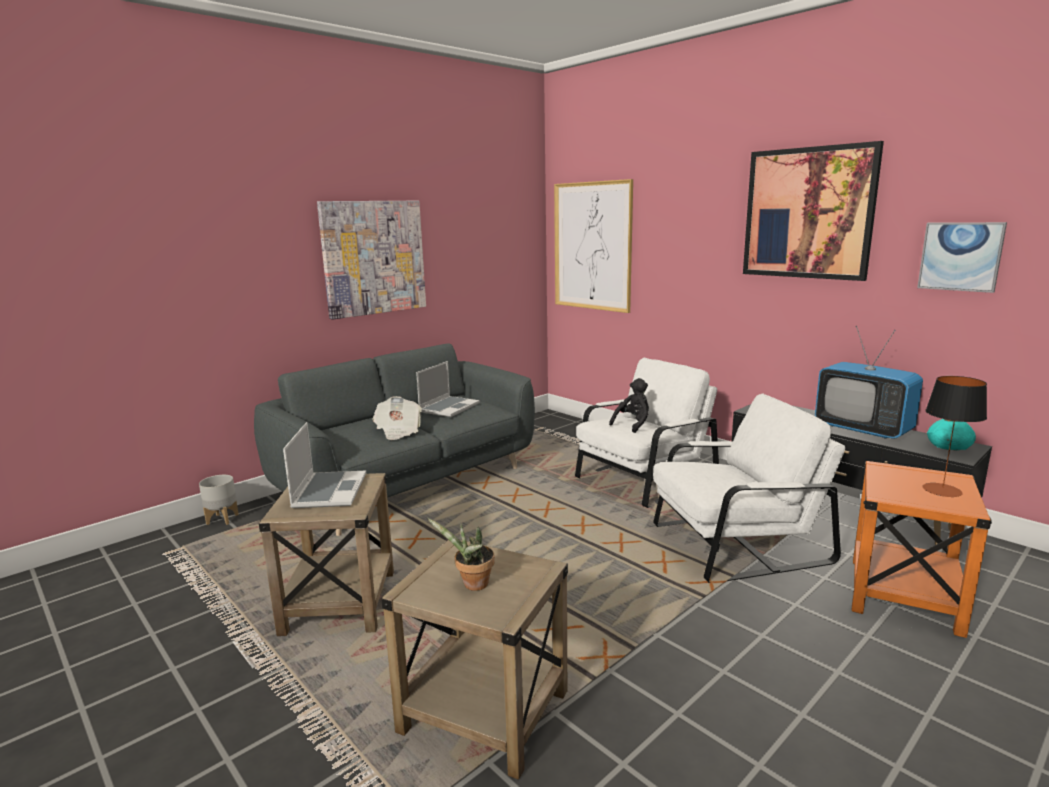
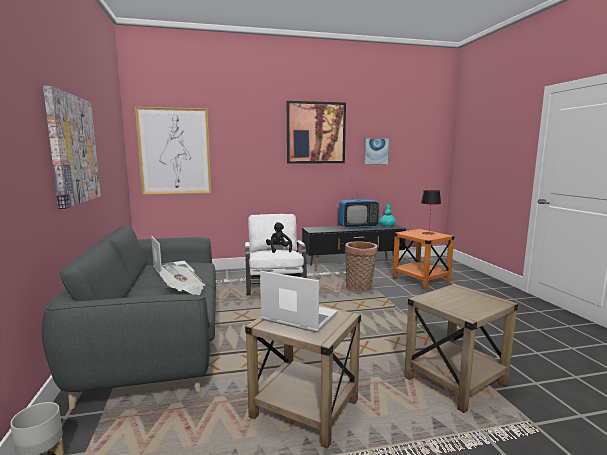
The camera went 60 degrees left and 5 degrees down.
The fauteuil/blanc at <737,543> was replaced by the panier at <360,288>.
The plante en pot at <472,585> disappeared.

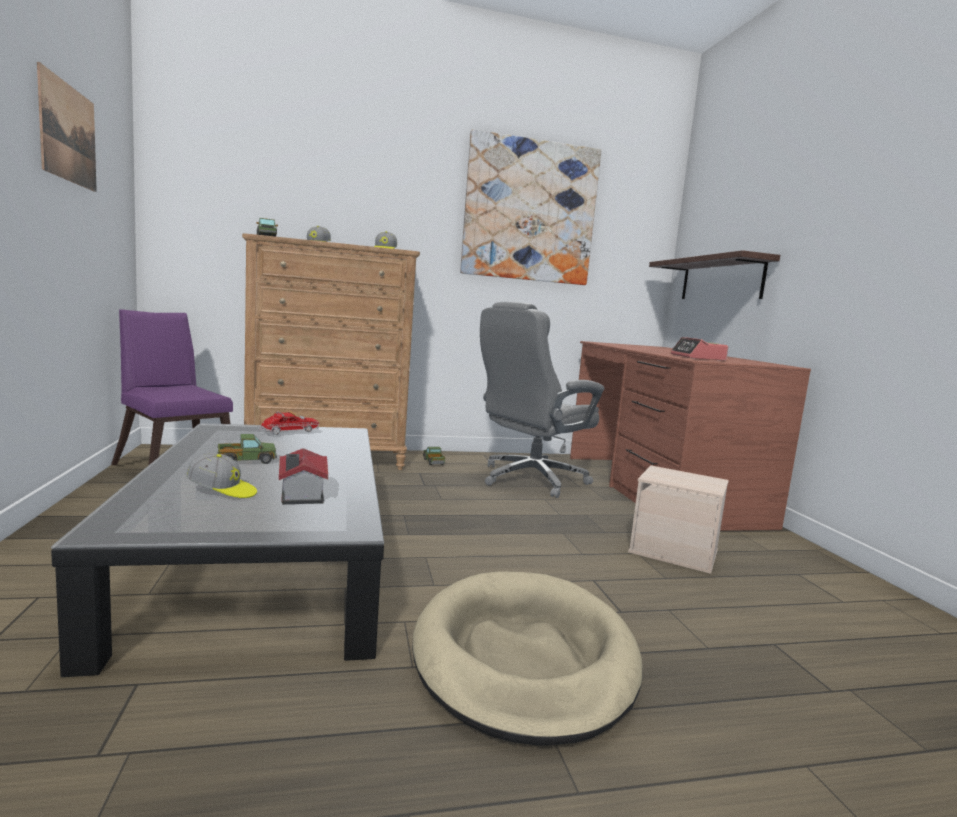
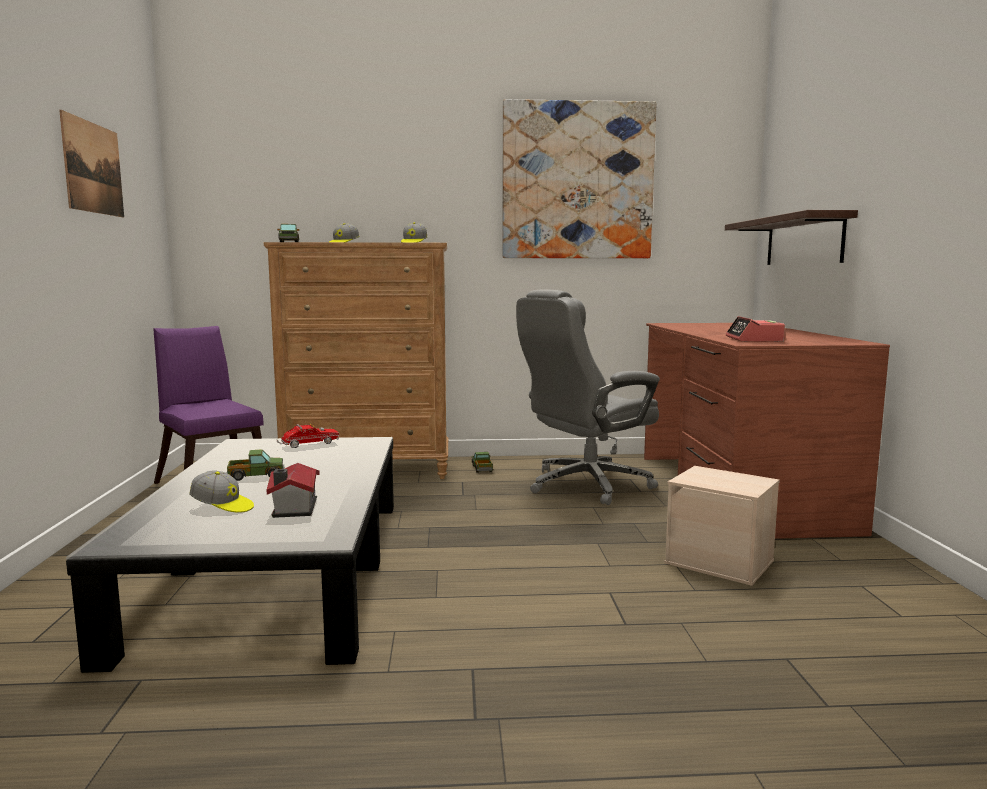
The camera went 10 degrees right and 0 degrees up.
The panier pour chien/beige at <524,657> disappeared.

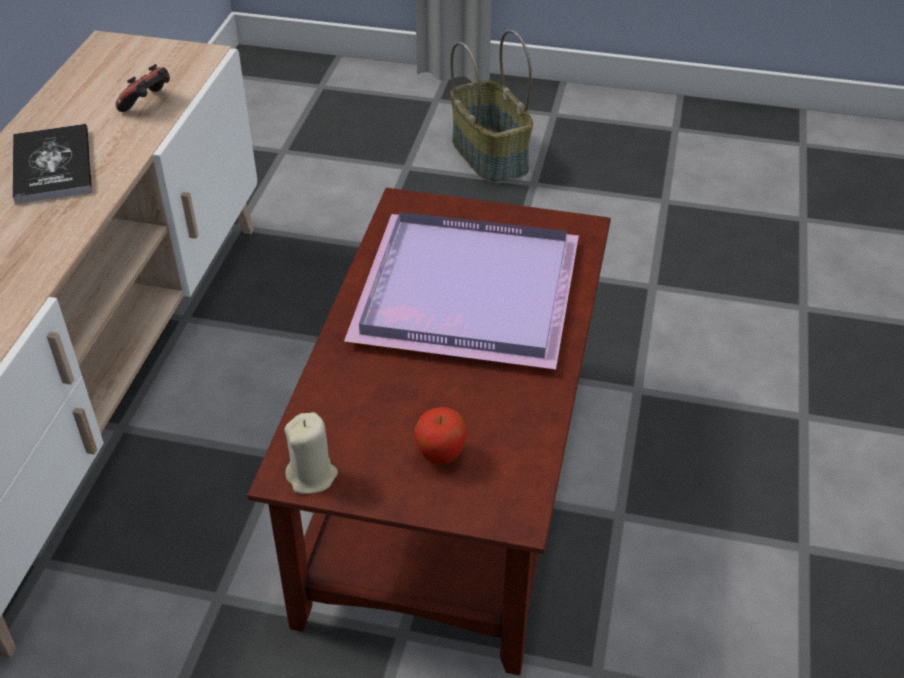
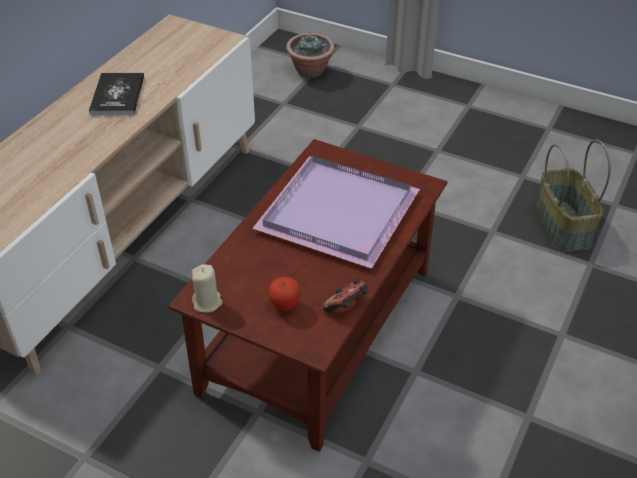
The camera went 15 degrees right and 0 degrees up.
The plante en pot at <310,71> appeared.
The manette moved from <148,104> to <347,306>.
The panier moved from <491,156> to <564,226>.

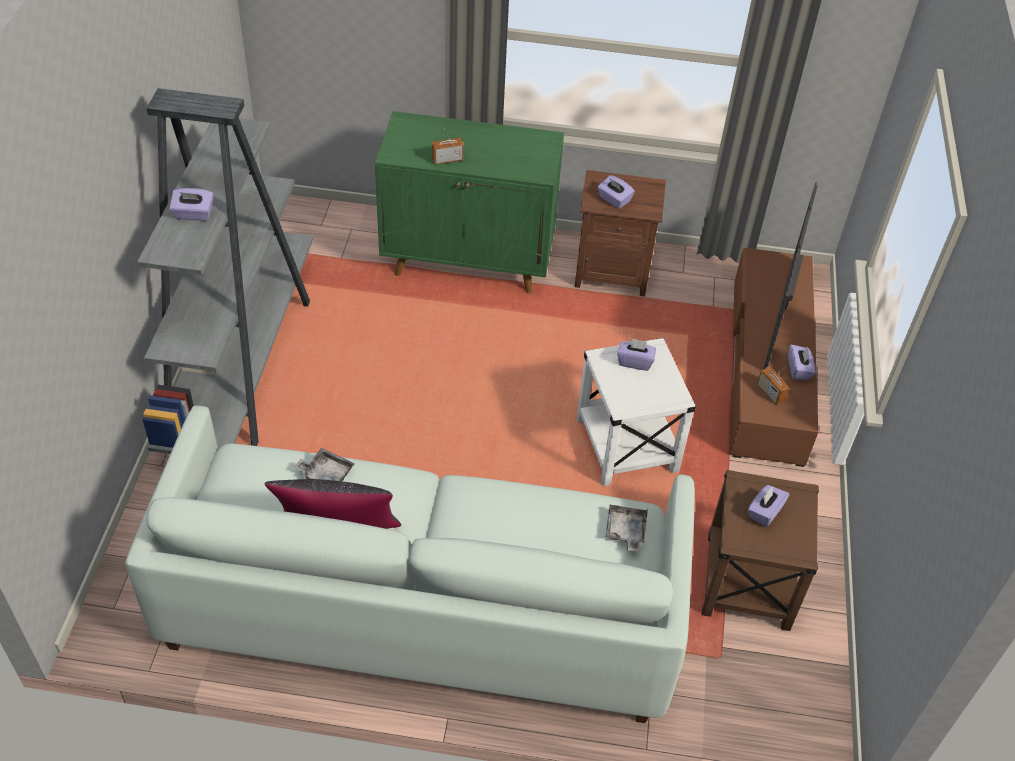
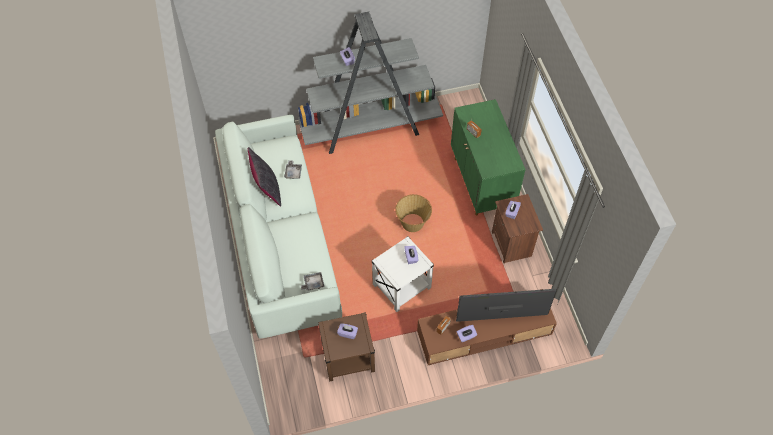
The camera went 70 degrees right and 10 degrees up.
The panier at <413,223> appeared.

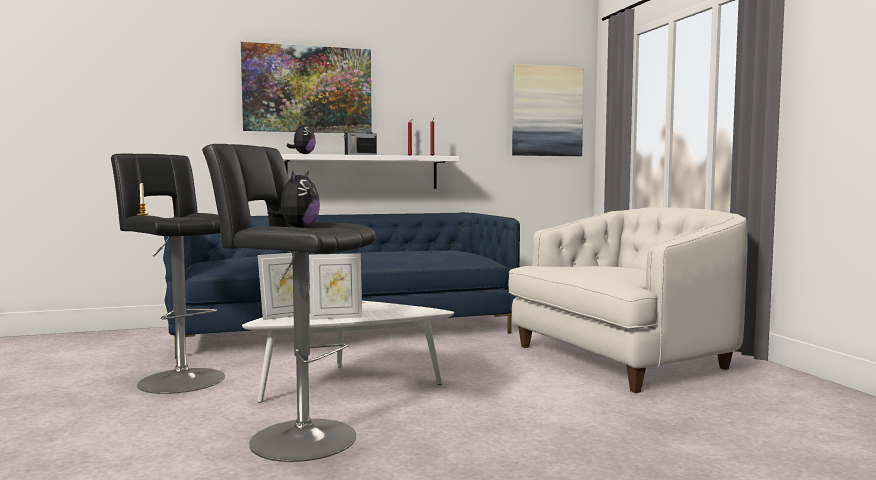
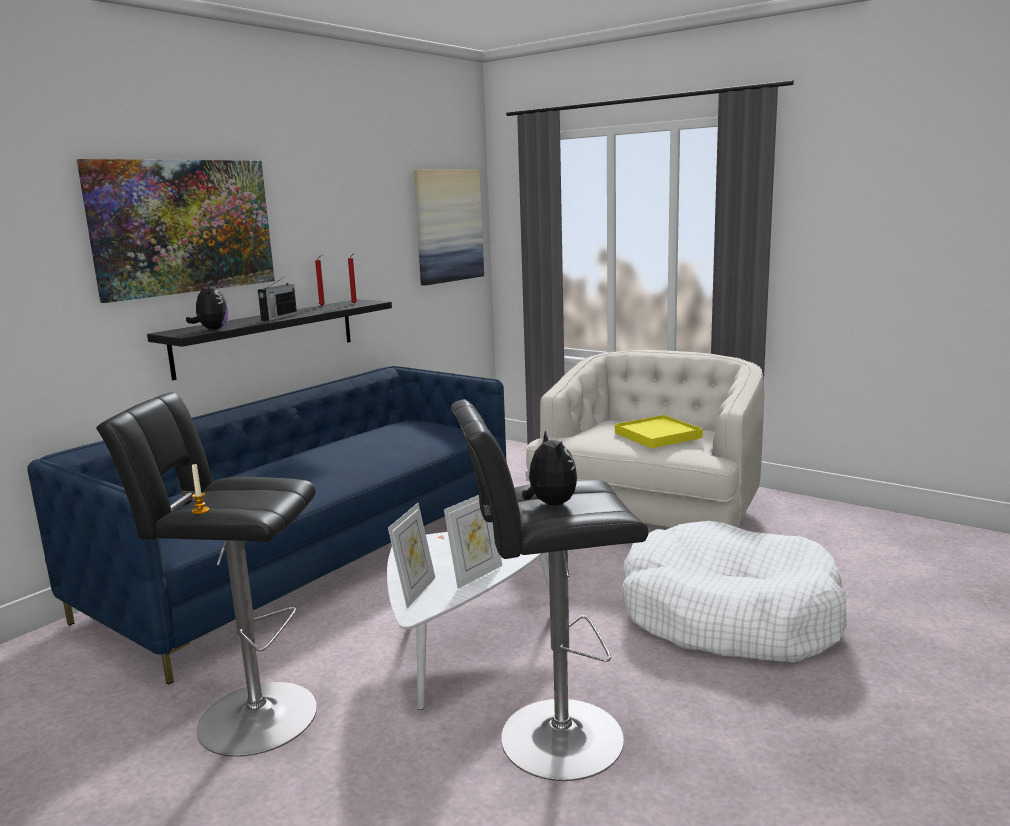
The camera went 35 degrees left and 10 degrees up.
The étagère/blanc at <363,172> became the étagère/noir at <267,337>.
The plateau/jaune at <657,435> appeared.
The panier pour chien/blanc at <728,615> appeared.

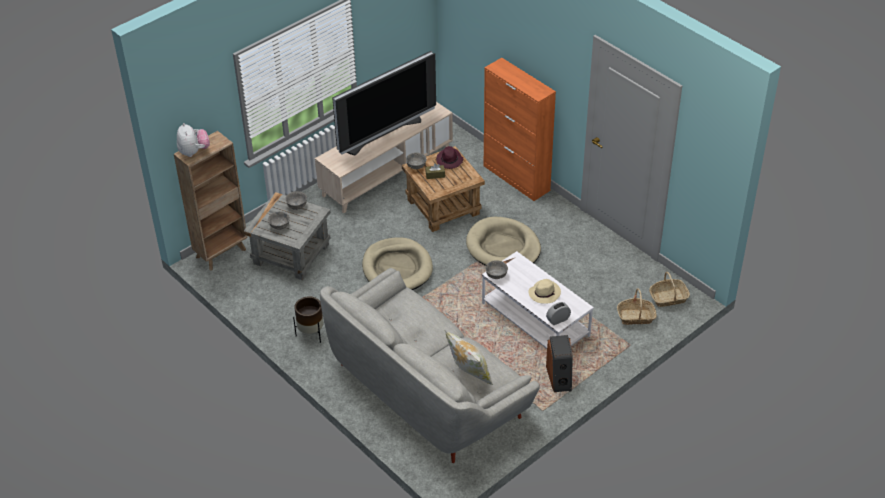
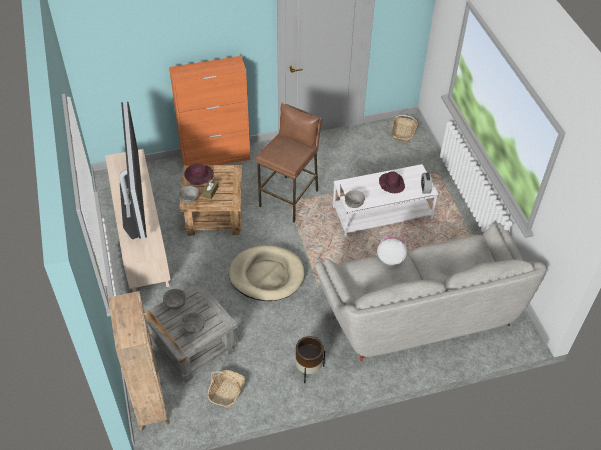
The camera went 65 degrees left and 5 degrees up.
The panier moved from <636,317> to <227,392>.
The panier pour chien/beige at <503,247> was replaced by the tabouret/marron at <289,198>.
The peluche moved from <194,152> to <391,258>.
The chapeau/beige at <544,293> became the chapeau/violet at <391,184>.
The coussin at <469,374> disappeared.
The enceinte at <559,378> disappeared.

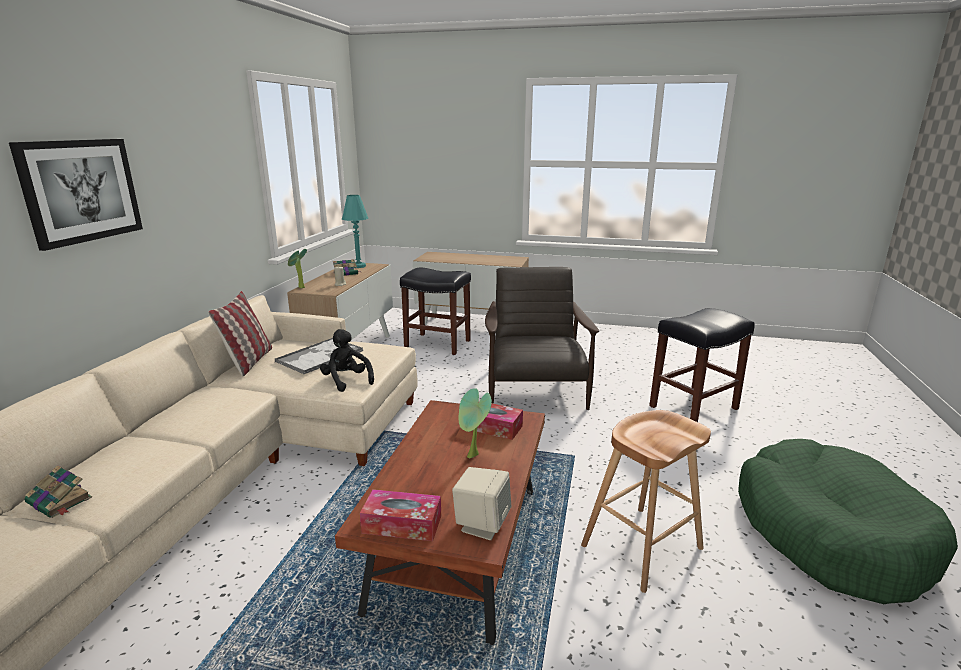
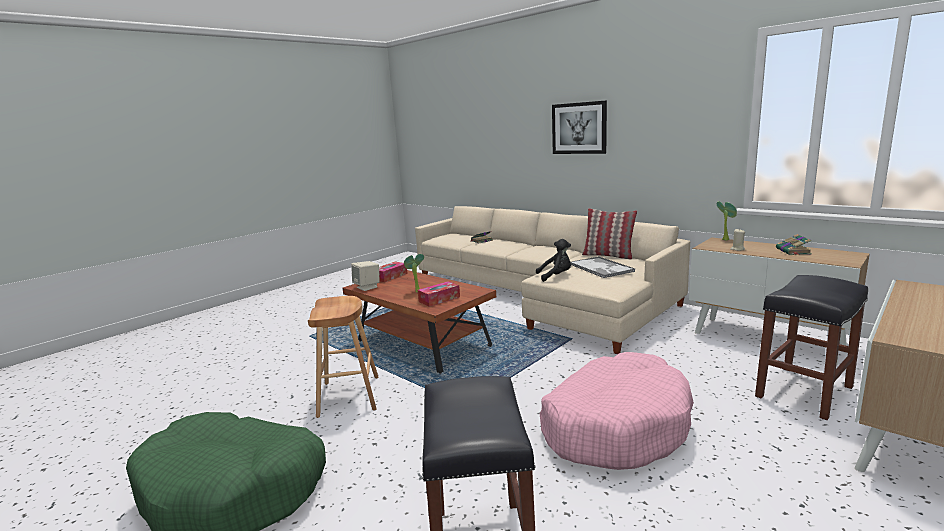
The camera went 120 degrees right and 5 degrees down.
The fauteuil/marron at <535,390> was replaced by the panier pour chien/rose at <615,426>.
The lampe de table/turquoise at <358,266> disappeared.

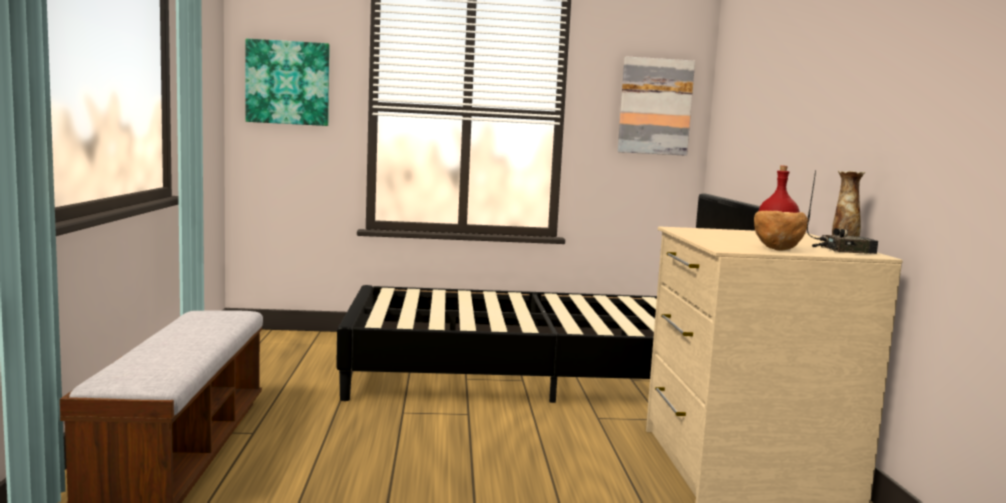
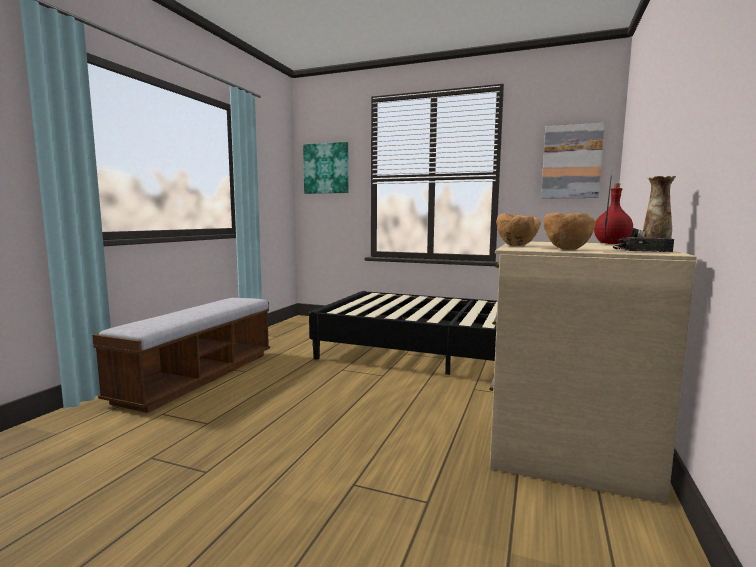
The camera went 25 degrees right and 0 degrees up.
The bol/marron at <516,246> appeared.

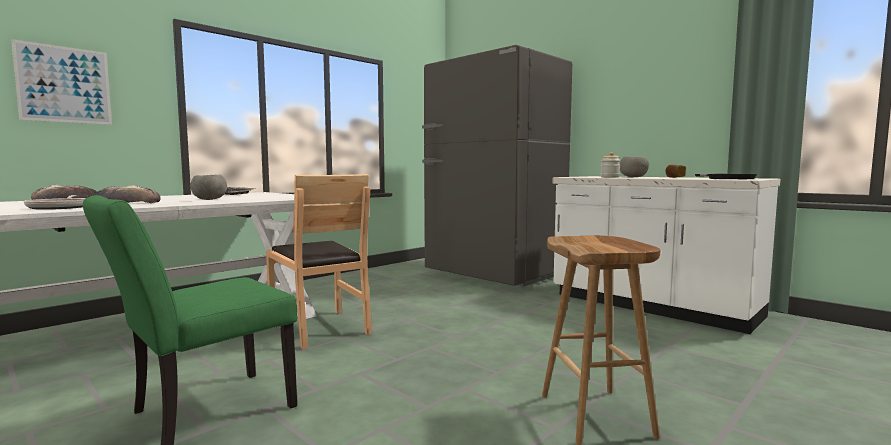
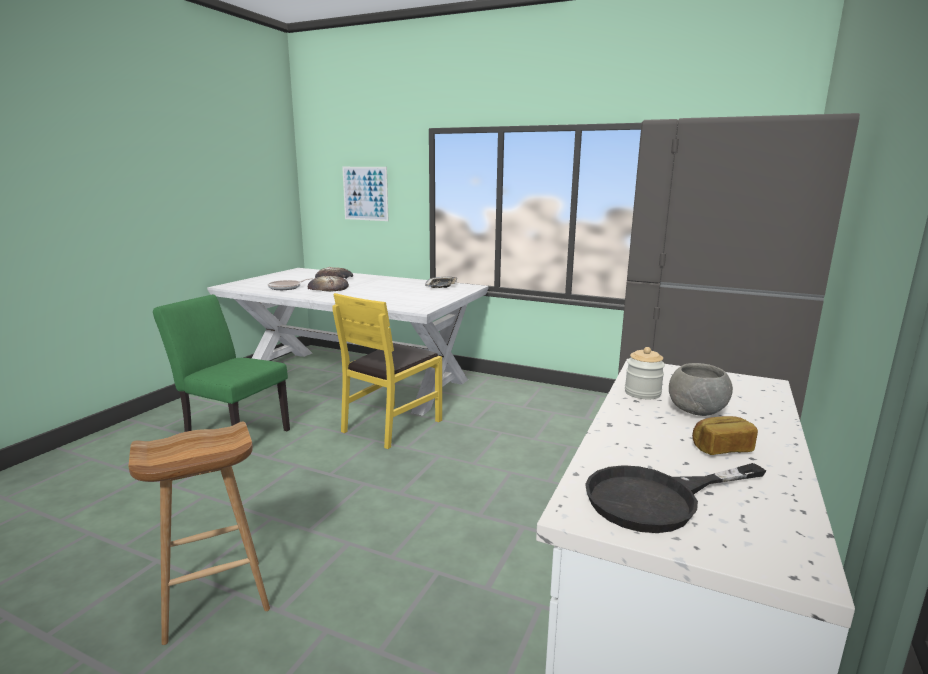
The camera went 70 degrees right and 10 degrees up.
The chaise/marron at <320,328> became the chaise/jaune at <391,425>.
The bol/gris at <210,199> disappeared.

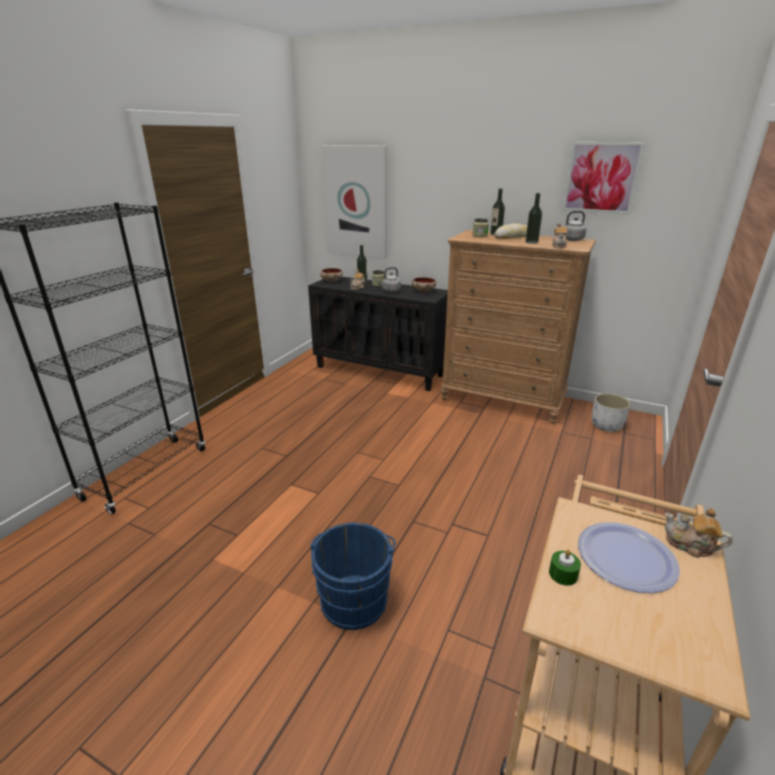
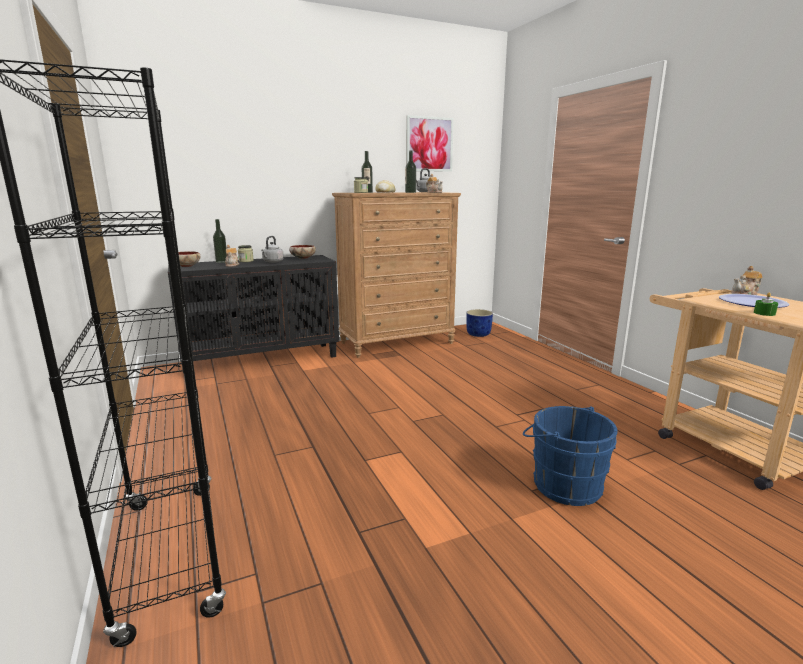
The camera went 50 degrees left and 10 degrees down.
The cache-pot/blanc at <606,426> became the cache-pot/bleu at <478,334>.
The tableau at <356,202> disappeared.

